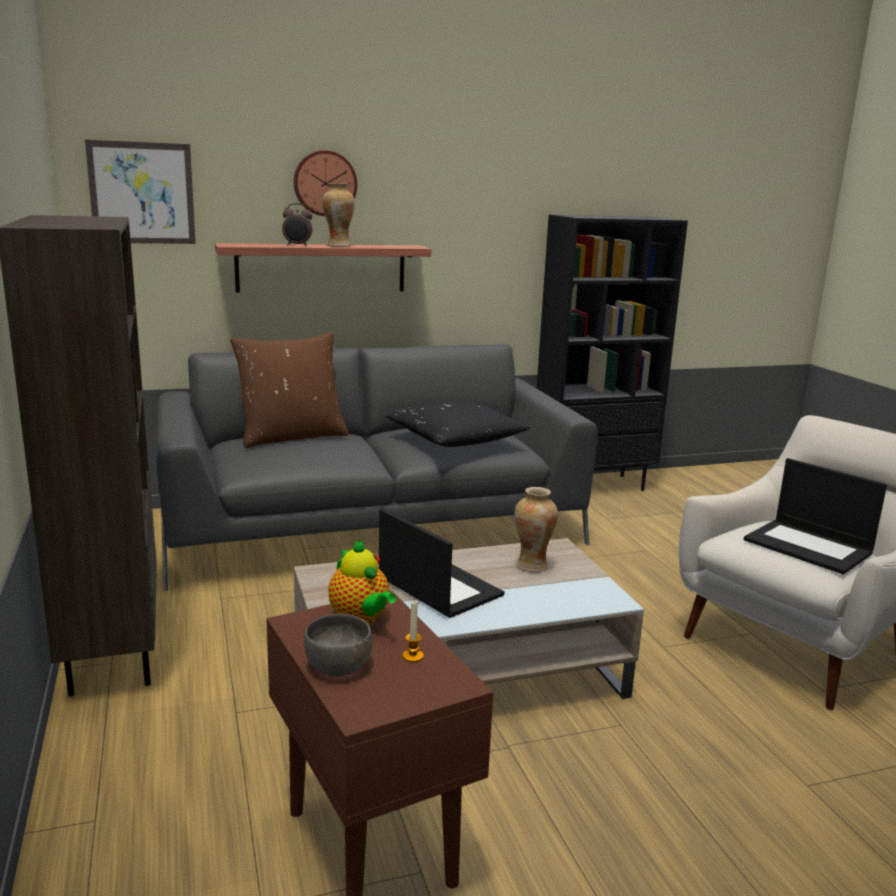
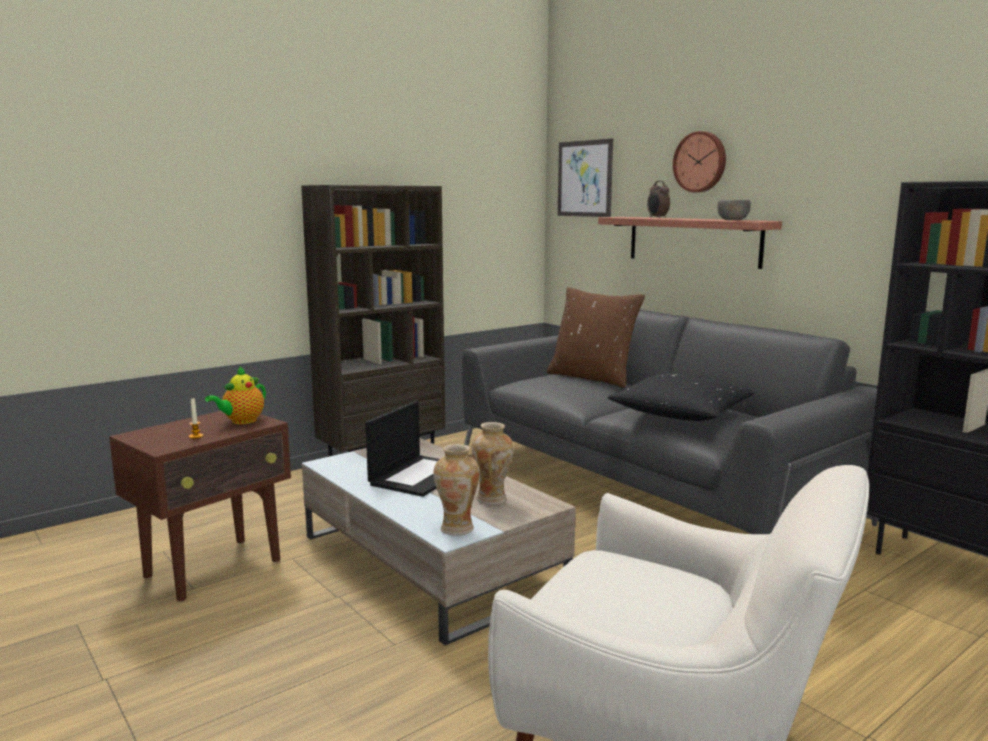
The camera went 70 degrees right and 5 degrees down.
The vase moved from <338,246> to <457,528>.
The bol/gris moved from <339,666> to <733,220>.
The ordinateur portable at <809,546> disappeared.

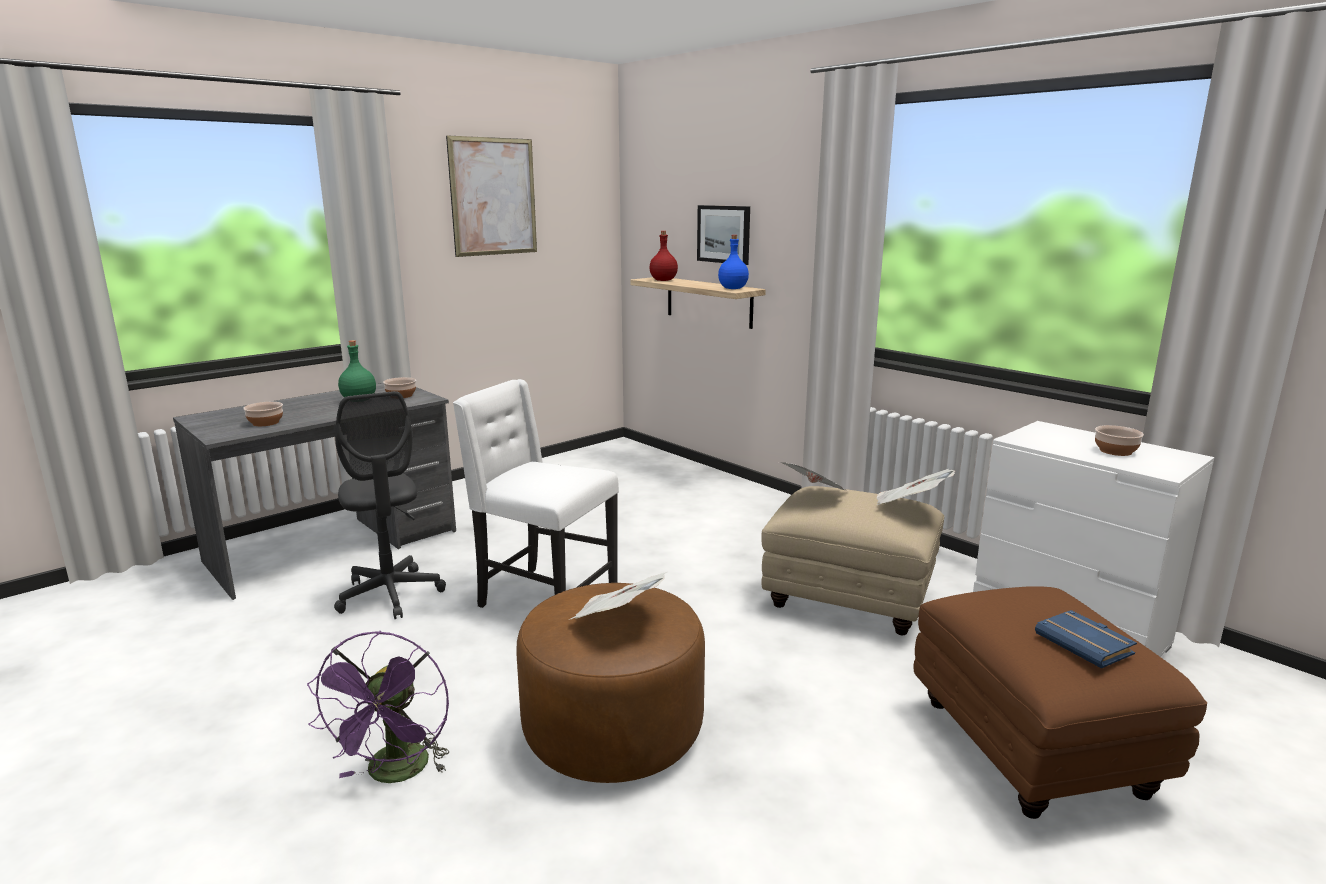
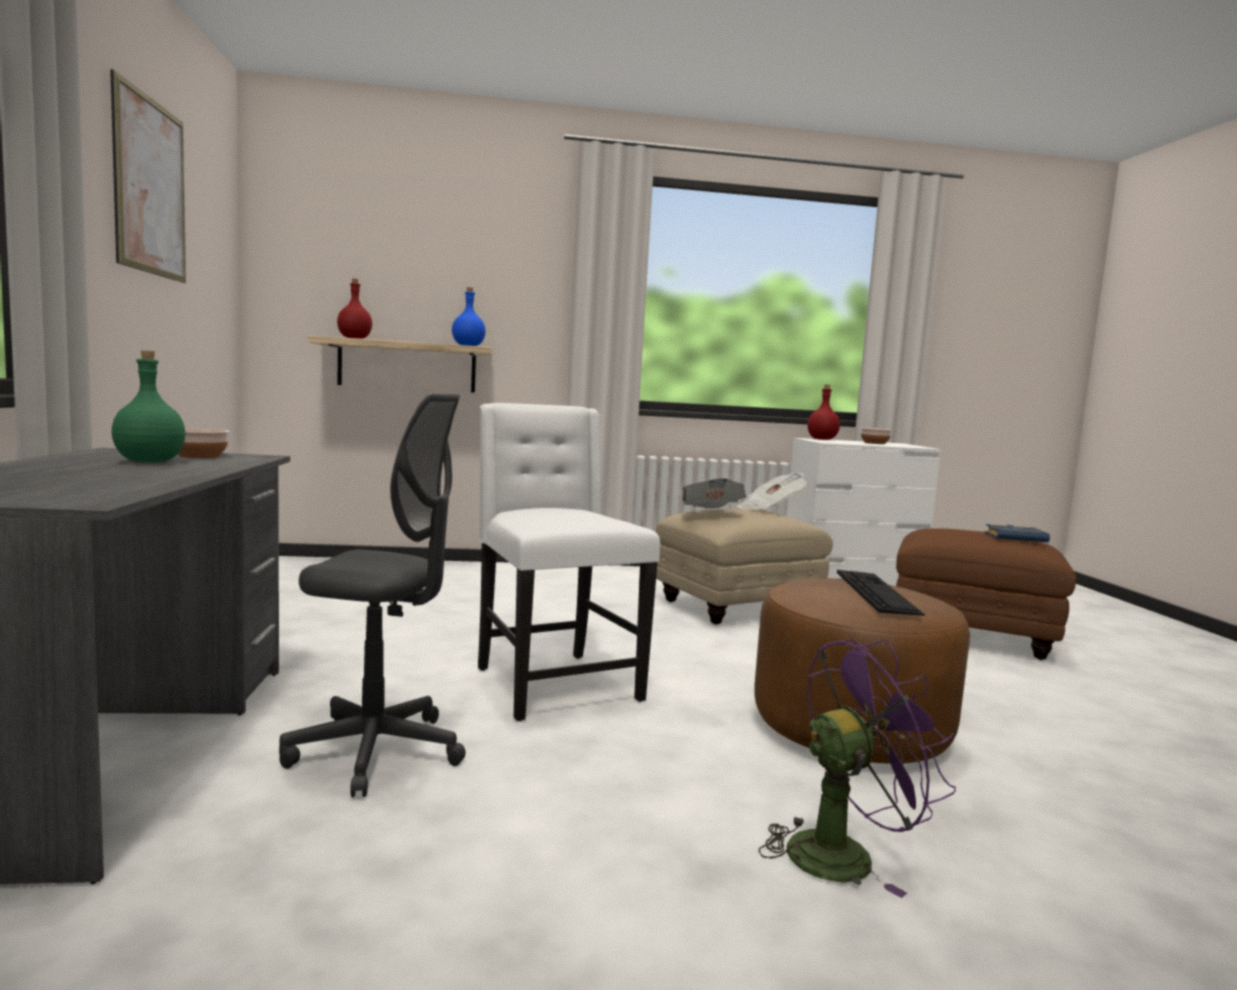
The camera went 55 degrees left and 10 degrees down.
The chaise/blanc at <544,598> turned 90 degrees clockwise.
The ventilateur/violet at <395,774> turned 60 degrees counterclockwise.
The bouteille/rouge at <822,439> appeared.
The journal at <618,619> was replaced by the clavier at <876,592>.
The bol at <265,423> disappeared.
The tableau at <724,234> disappeared.

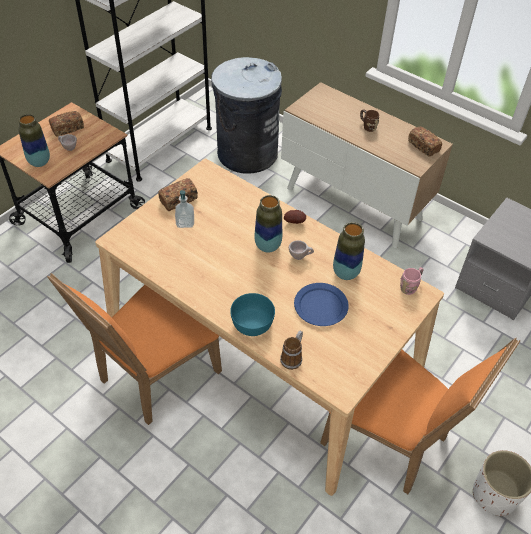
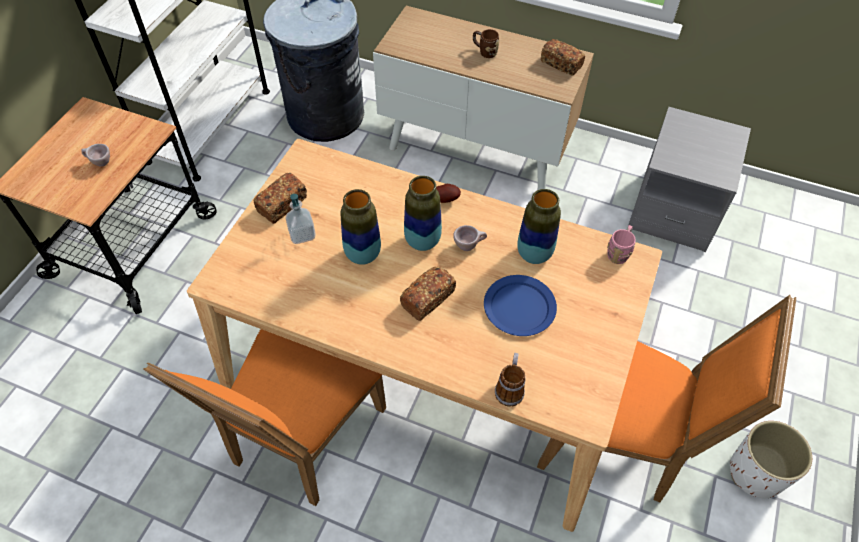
The camera went 15 degrees left and 5 degrees up.
The vase moved from <39,162> to <363,254>.
The pain moved from <67,128> to <428,299>.
The bol/turquoise at <253,323> disappeared.

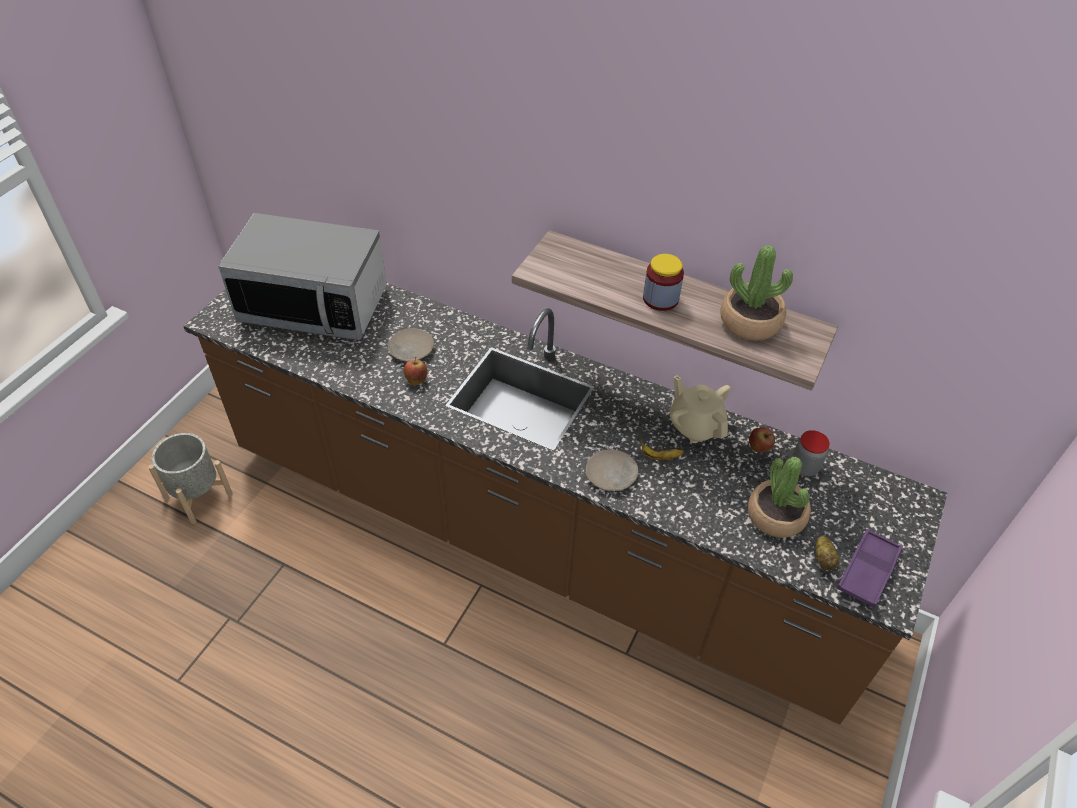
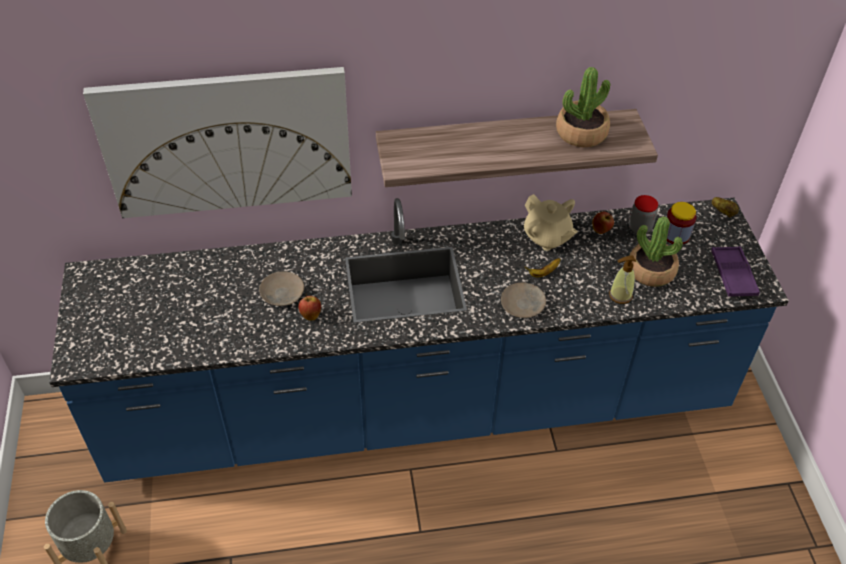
The camera went 35 degrees left and 0 degrees up.
The comptoir de cuisine/marron at <534,538> became the comptoir de cuisine/bleu at <420,408>.
The tableau at <227,142> appeared.
The théière/beige at <695,426> turned 150 degrees counterclockwise.
The distributeur de savon at <620,295> appeared.
The bocal moved from <660,299> to <676,235>.
The pomme de terre moved from <823,559> to <723,212>.
The micro-ondes at <314,305> disappeared.

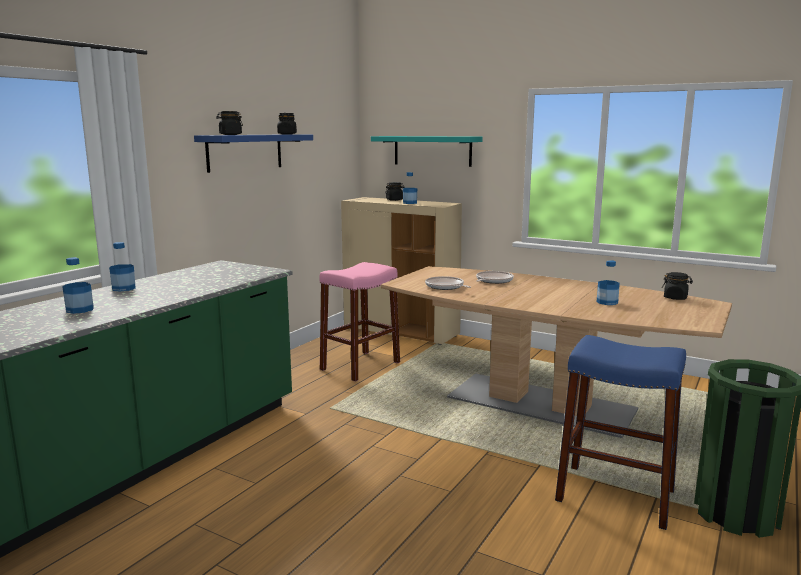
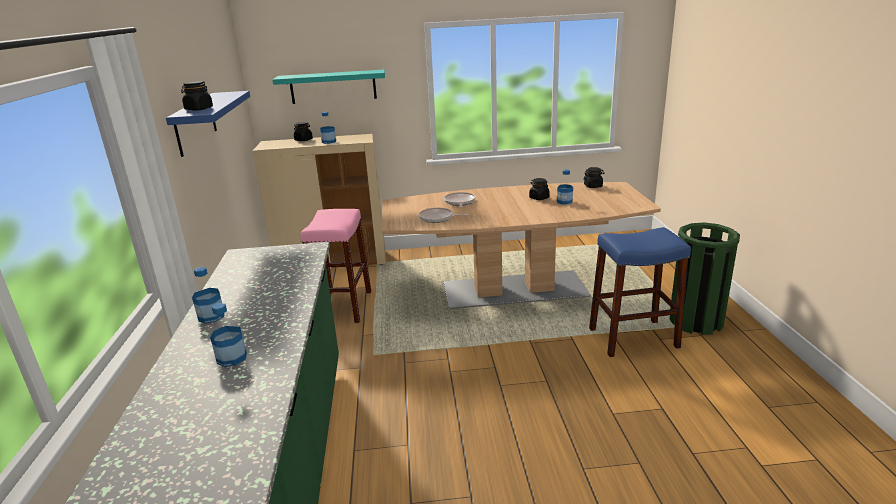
The camera went 35 degrees left and 10 degrees up.
The bocal/noir moved from <287,134> to <539,198>.

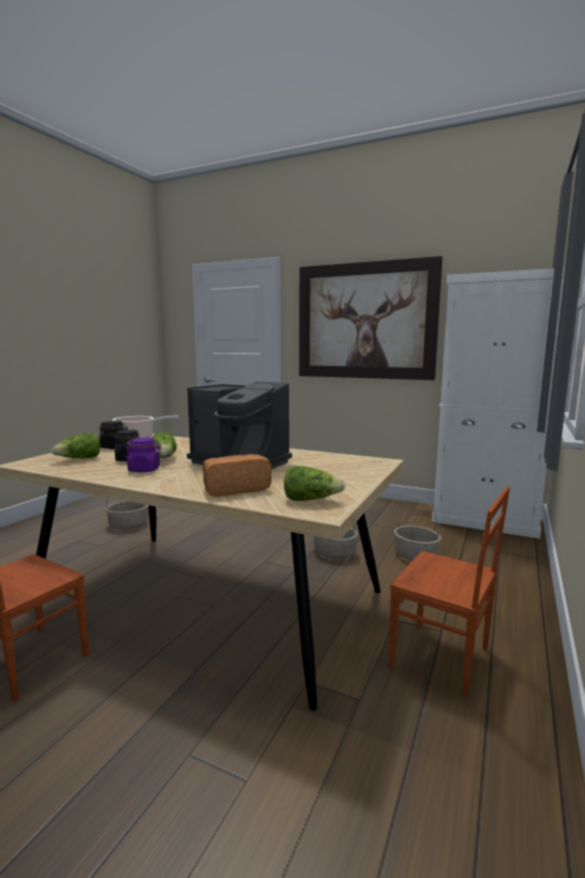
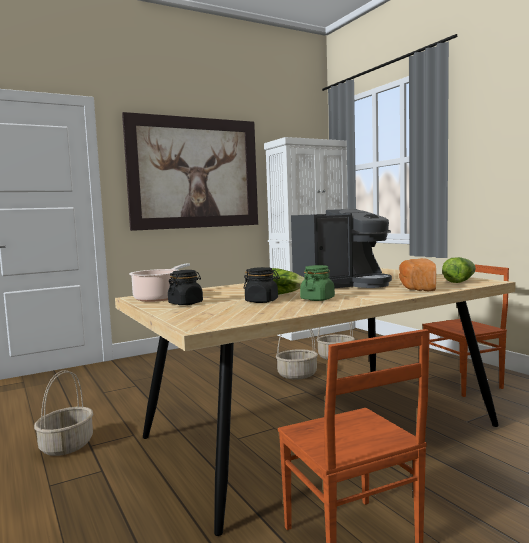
The camera went 55 degrees left and 5 degrees down.
The bocal/violet at <144,470> became the bocal/vert at <317,299>.
The laitue at <79,459> disappeared.

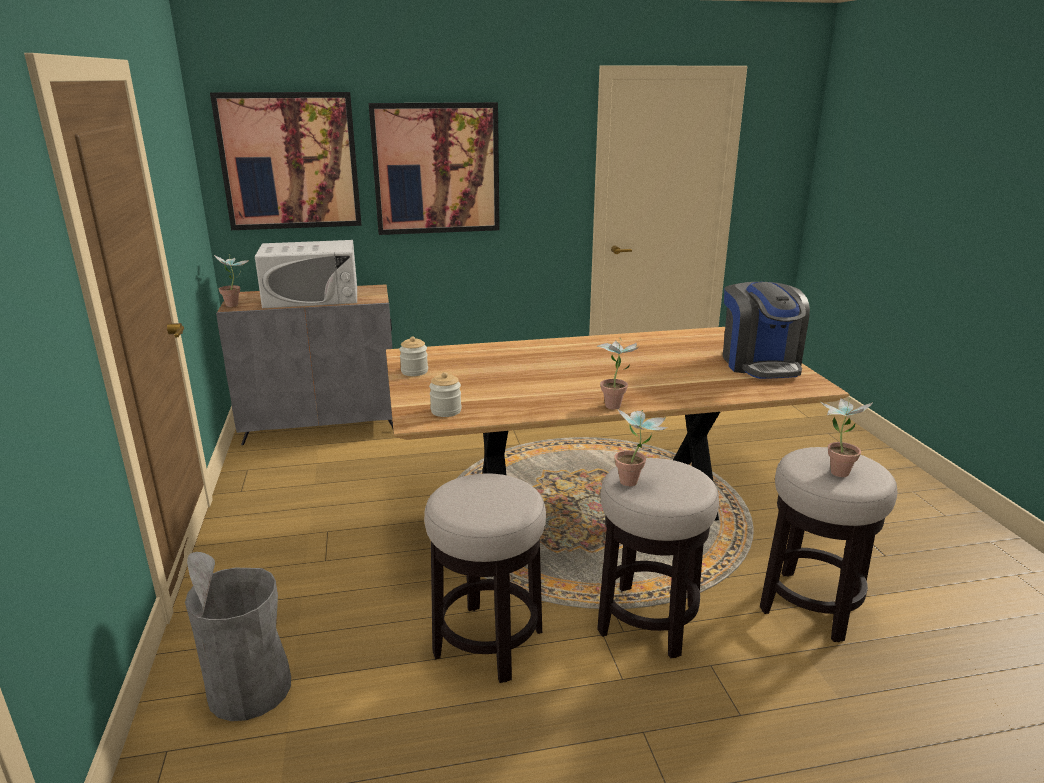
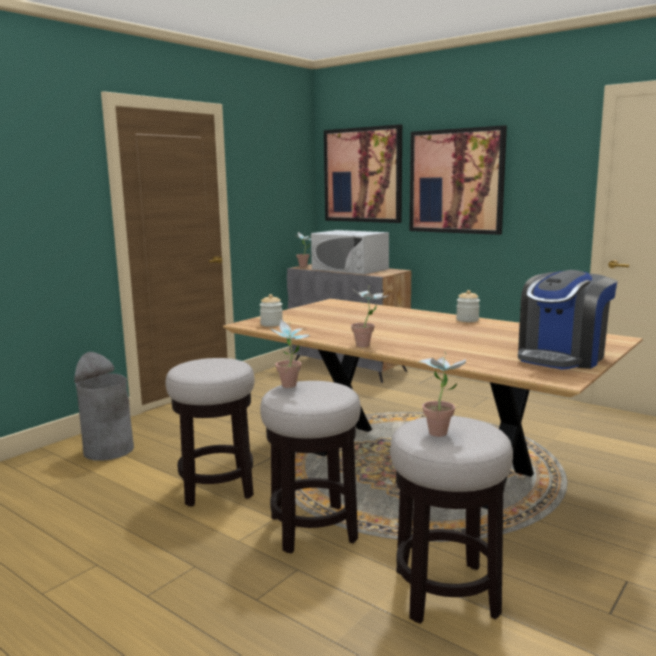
The camera went 50 degrees right and 10 degrees down.
The bocal moved from <414,371> to <467,320>.

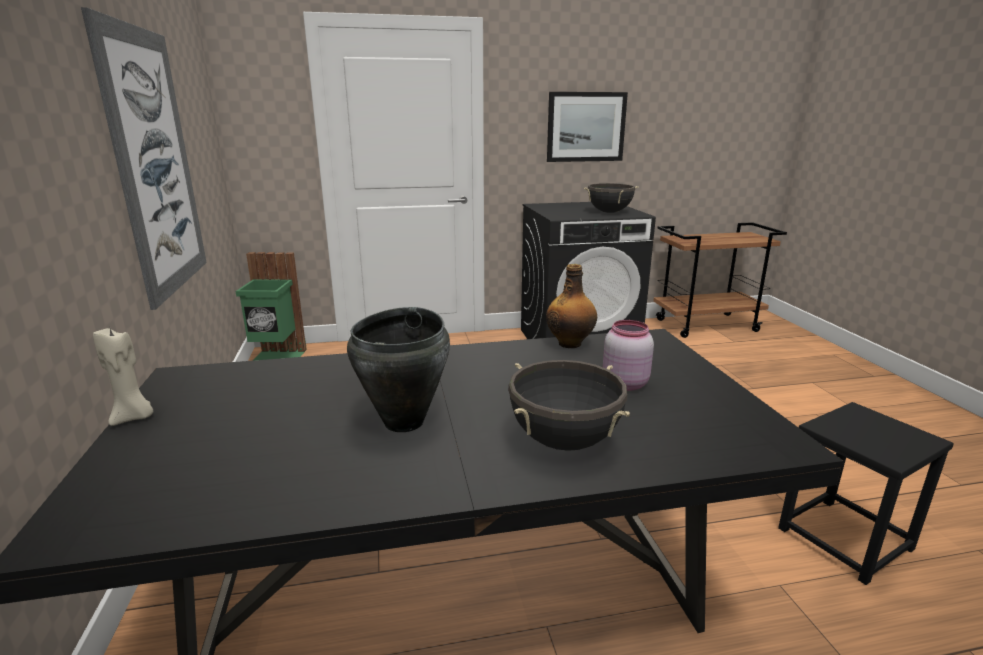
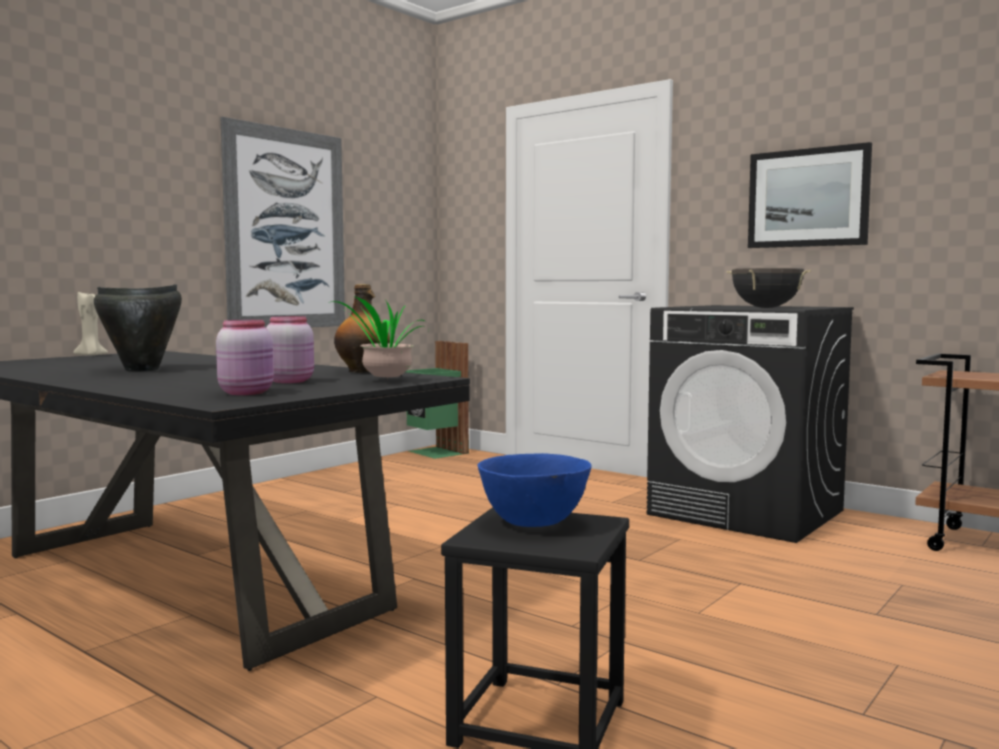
The camera went 50 degrees right and 15 degrees down.
The bocal/rose at <247,393> appeared.
The plante en pot at <383,380> appeared.
The bol/bleu at <534,522> appeared.
The marmite/noir at <564,441> disappeared.

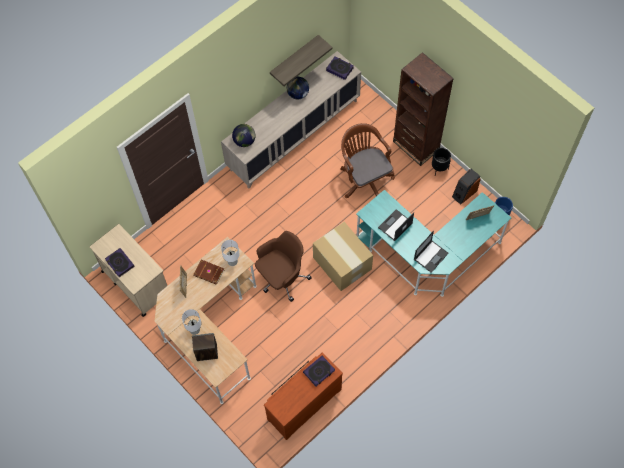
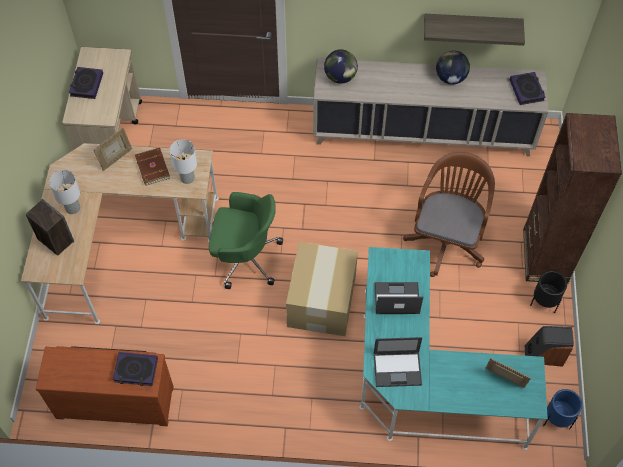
The camera went 45 degrees right and 5 degrees down.
The chaise de bureau/marron at <282,278> became the chaise de bureau/vert at <245,257>.

